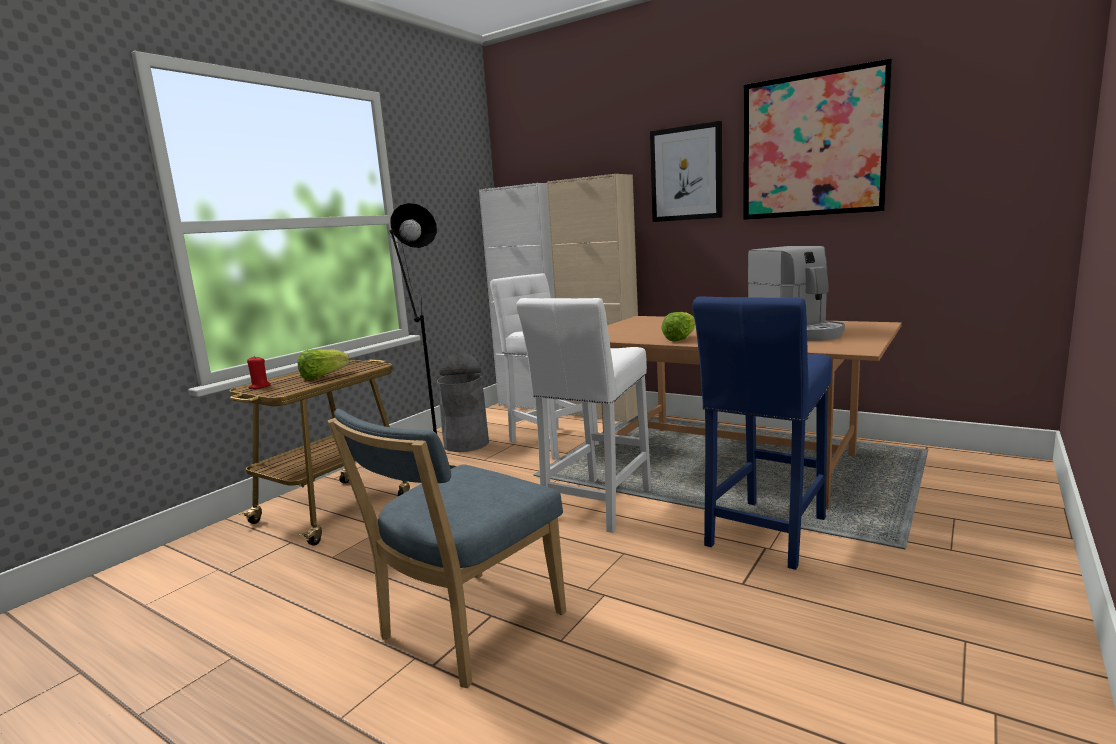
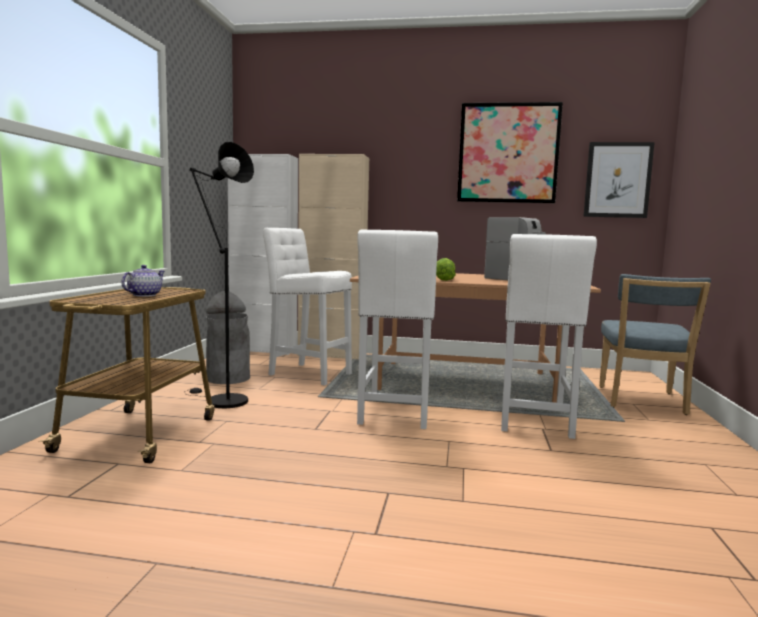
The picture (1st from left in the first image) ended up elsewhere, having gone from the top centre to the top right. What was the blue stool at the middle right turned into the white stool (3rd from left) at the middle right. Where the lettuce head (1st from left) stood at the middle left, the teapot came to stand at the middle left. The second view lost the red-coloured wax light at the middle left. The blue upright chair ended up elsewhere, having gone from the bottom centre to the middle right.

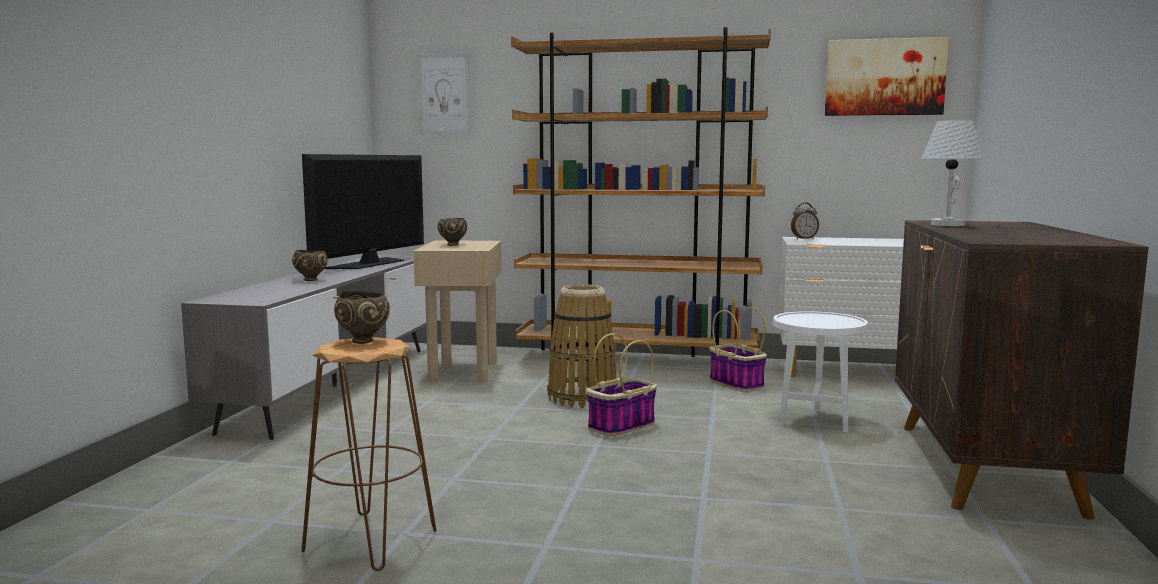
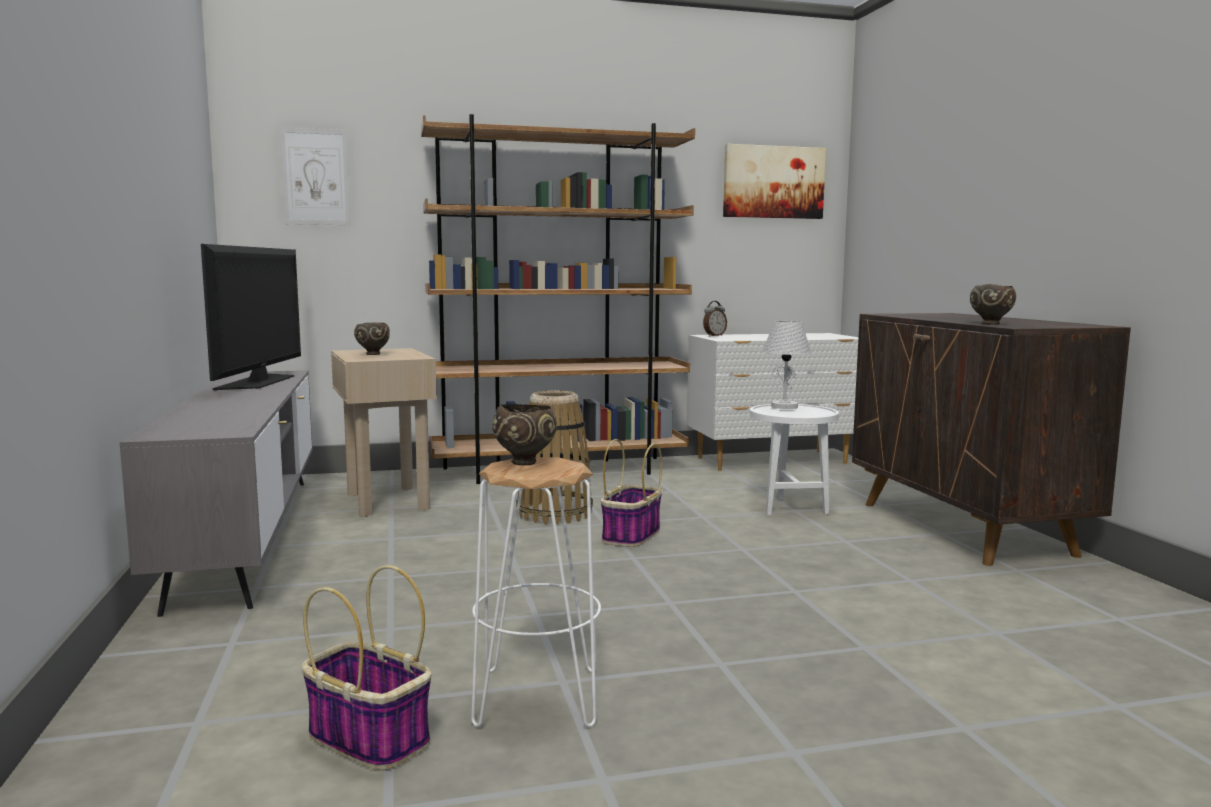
The white lamp for a table ended up elsewhere, having gone from the top right to the centre. The brown serving bowl (1st from left in the first image) ended up elsewhere, having gone from the middle left to the middle right. The household basket (3rd from left in the first image) ended up elsewhere, having gone from the centre to the bottom left. What was the brown stool at the bottom left turned into the white stool at the bottom centre.

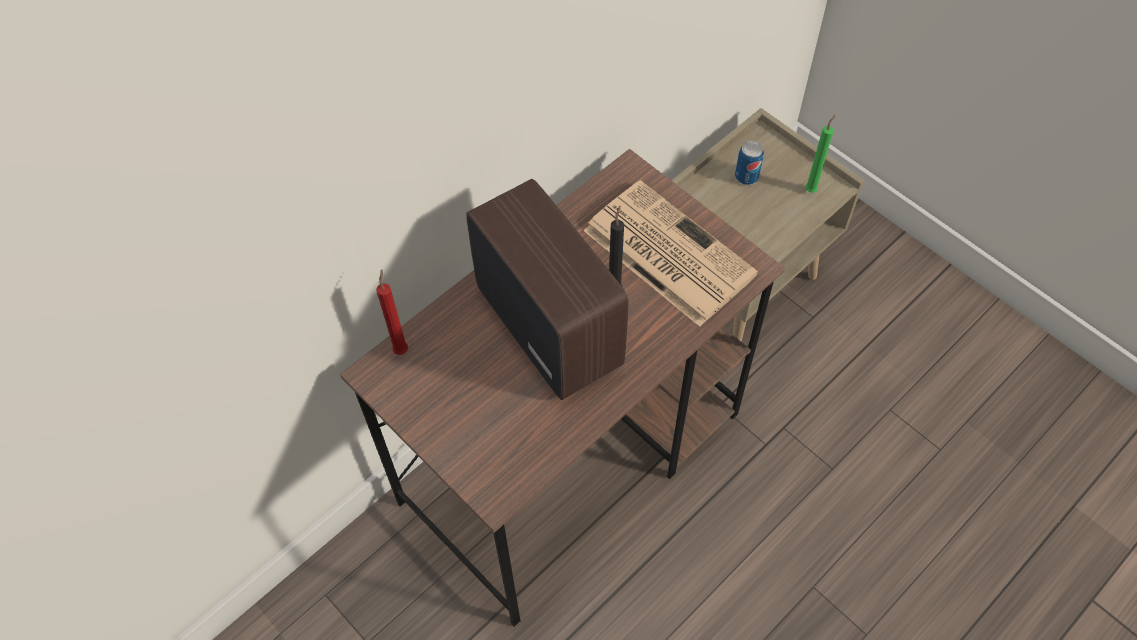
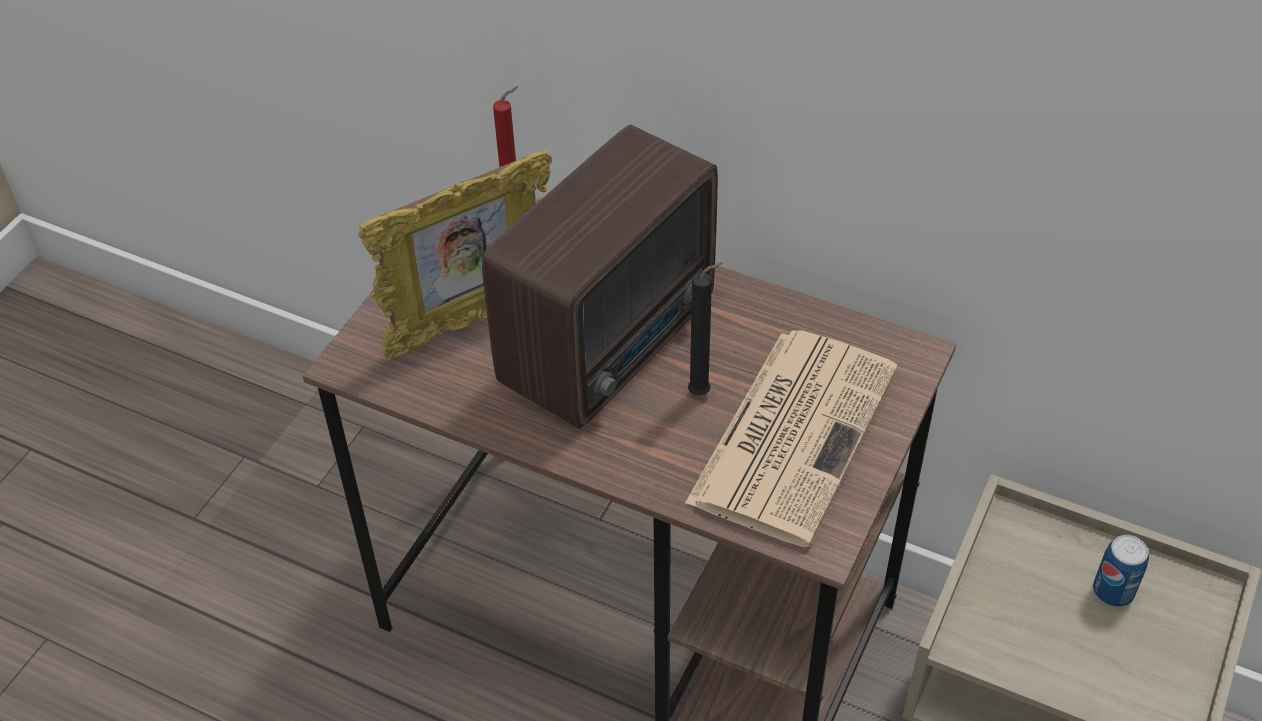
The second view lost the greenish wax light at the top right. The second view gained the photo frame at the centre.

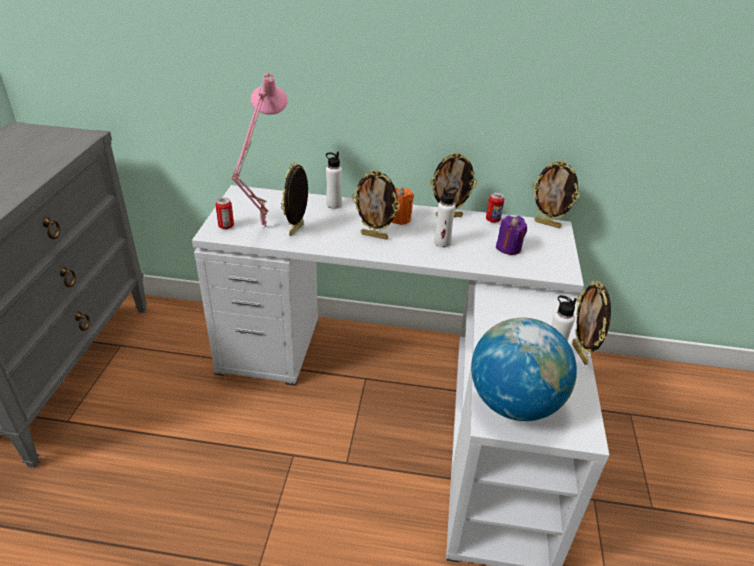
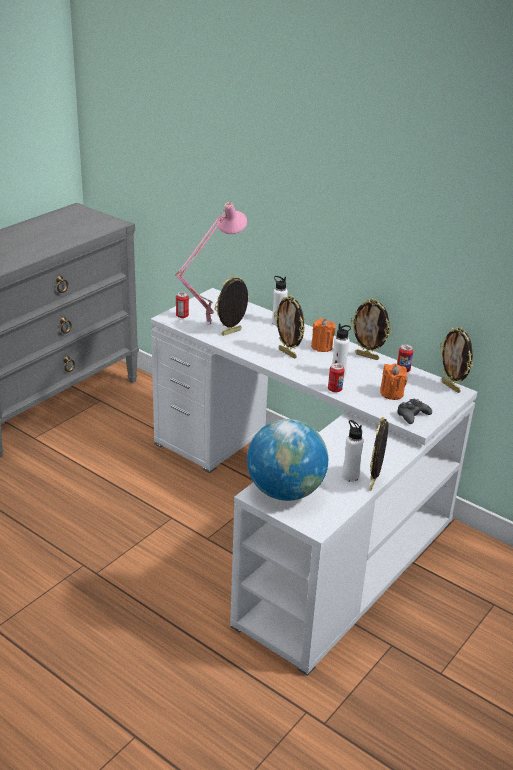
What was the purple wax light at the middle right turned into the orange-coloured wax light (2nd from left) at the middle right. The second view gained the can (2nd from left) at the centre. The second view gained the black-coloured joypad at the middle right.

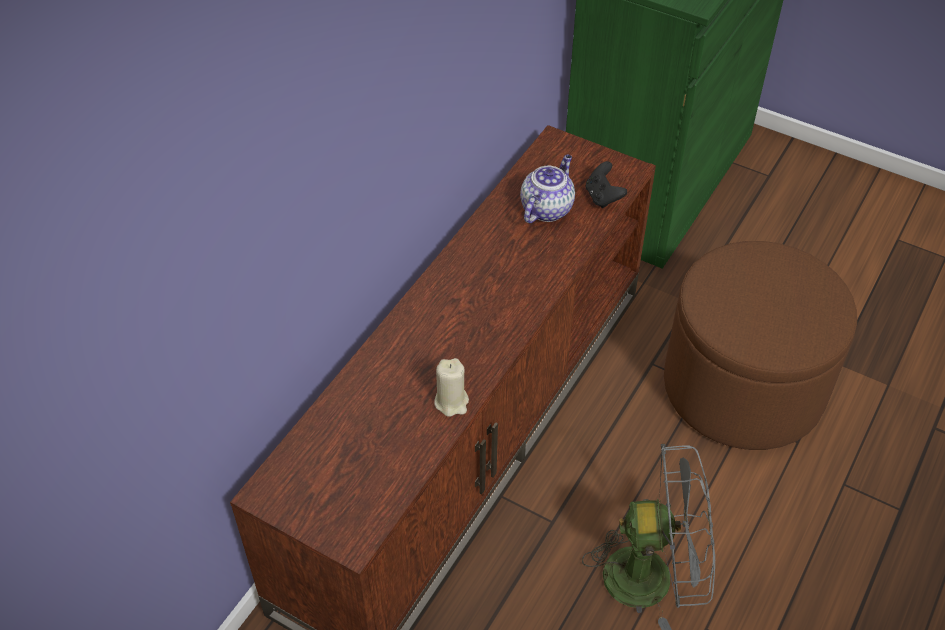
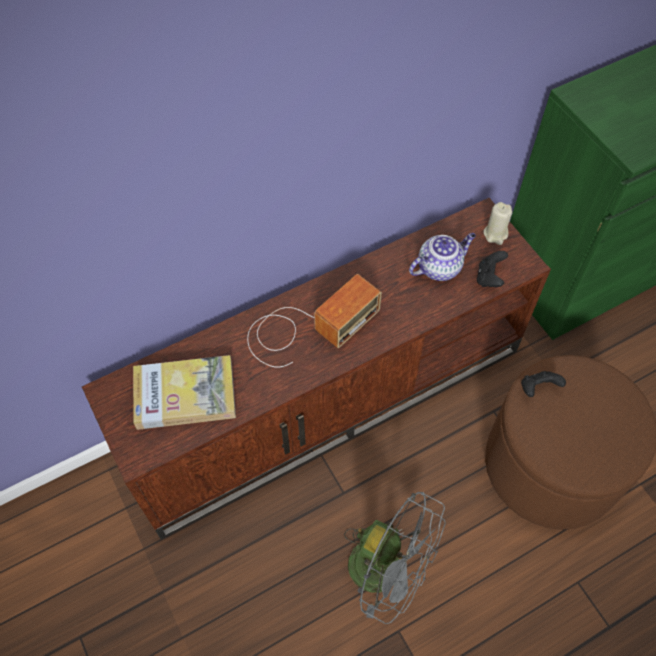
The beige wax light ended up elsewhere, having gone from the centre to the middle right. The second view gained the radio at the centre. The second view gained the volume at the middle left. The second view gained the black-coloured joypad (2nd from left) at the middle right.

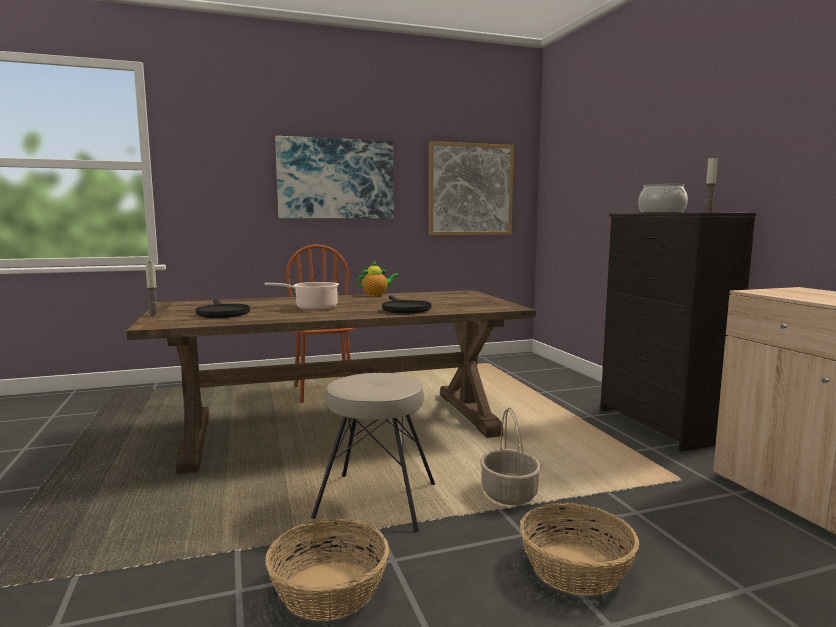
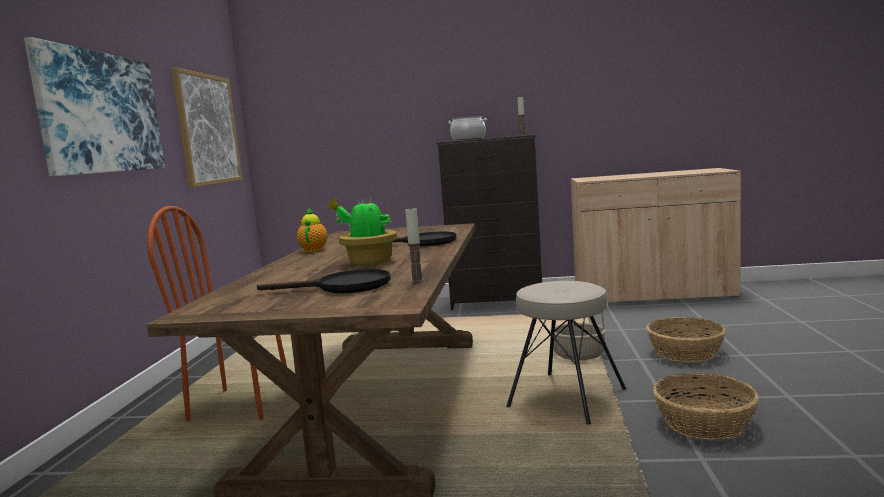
The wax light (1st from left) ended up elsewhere, having gone from the middle left to the centre. Where the cooking pot (1st from left) stood at the centre, the houseplant came to stand at the centre.

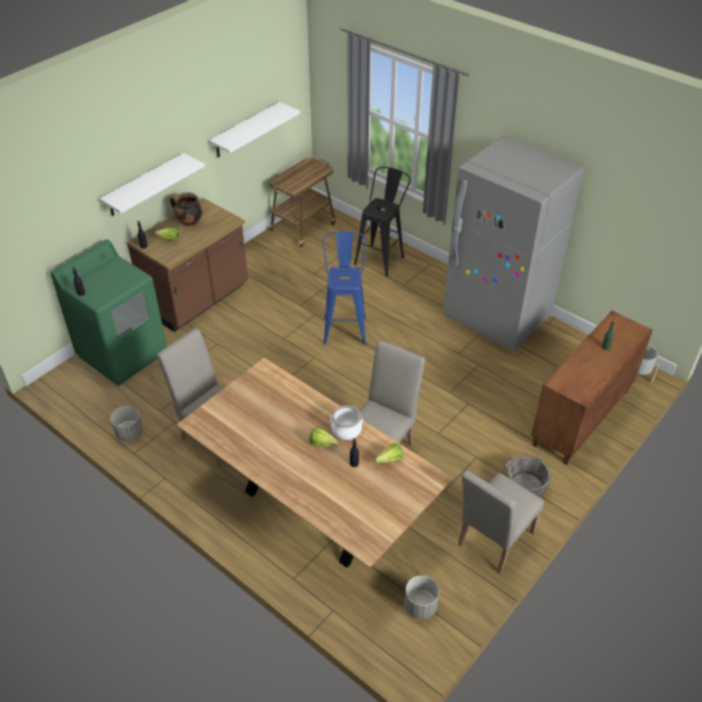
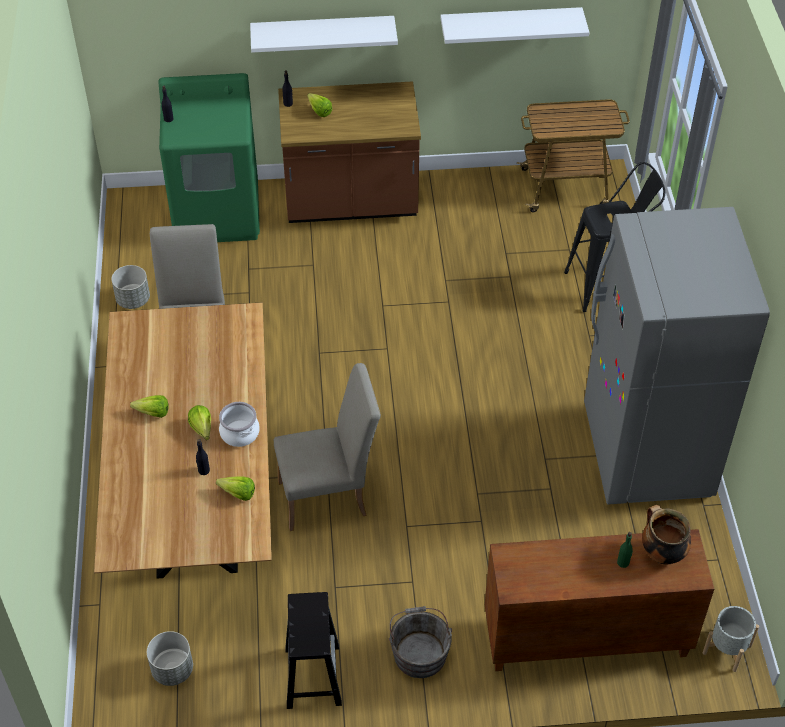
The cooking pot (1st from left in the first image) ended up elsewhere, having gone from the top left to the bottom right. The second view lost the blue stool at the centre. Where the beige upright chair (3rd from left) stood at the bottom right, the black-coloured stool (1st from left) came to stand at the bottom centre. The second view gained the lettuce head (1st from left) at the middle left.

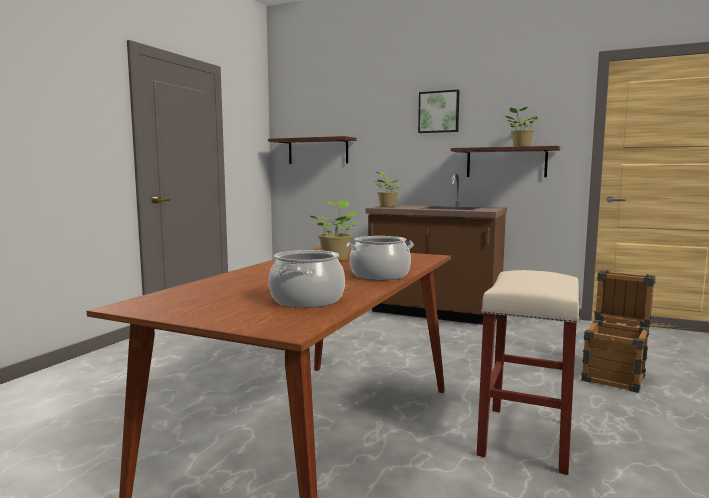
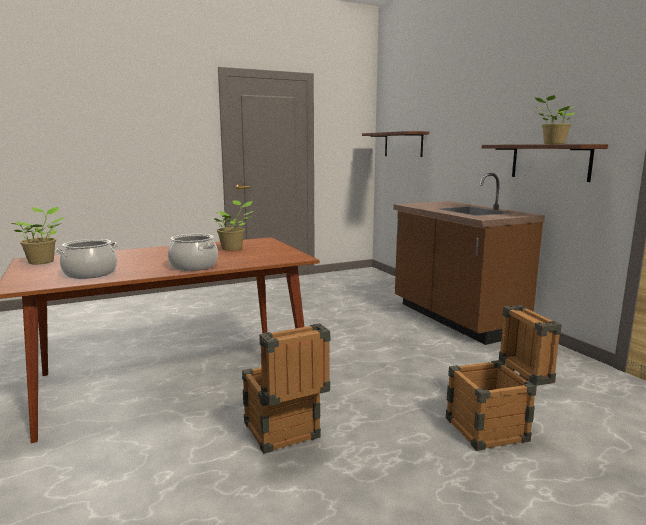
The second view lost the picture at the top centre. The houseplant (2nd from left in the first image) ended up elsewhere, having gone from the centre to the middle left. Where the beige stool stood at the bottom right, the shipping crate (1st from left) came to stand at the bottom centre.

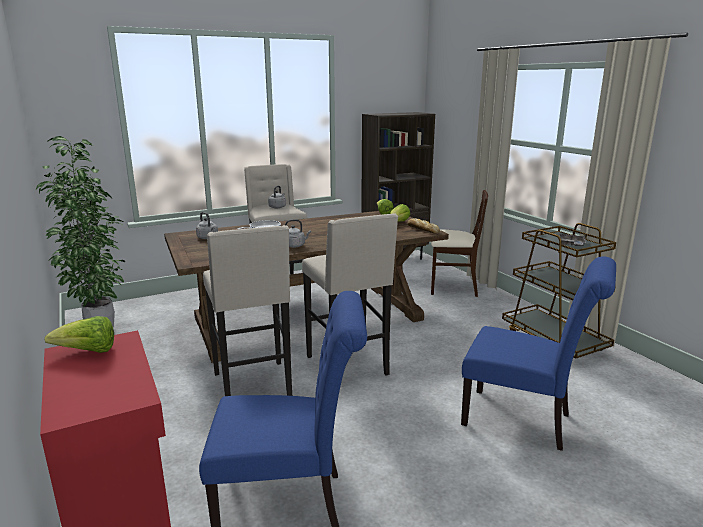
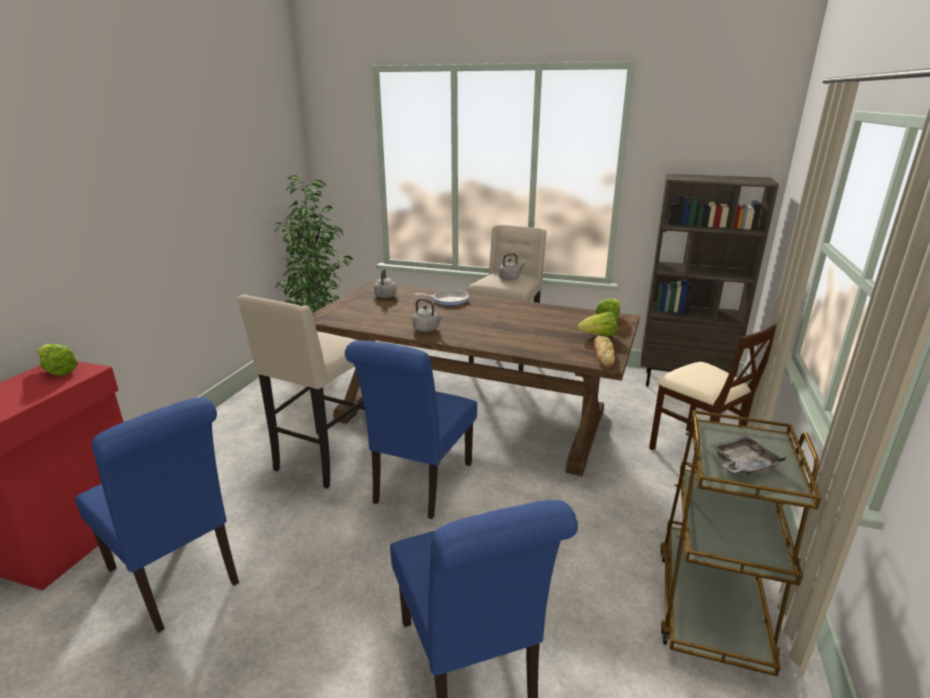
Where the beige stool (3rd from left) stood at the centre, the blue upright chair (2nd from left) came to stand at the centre.

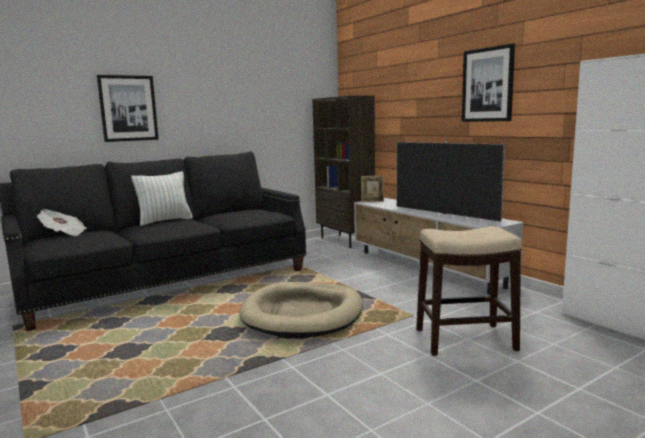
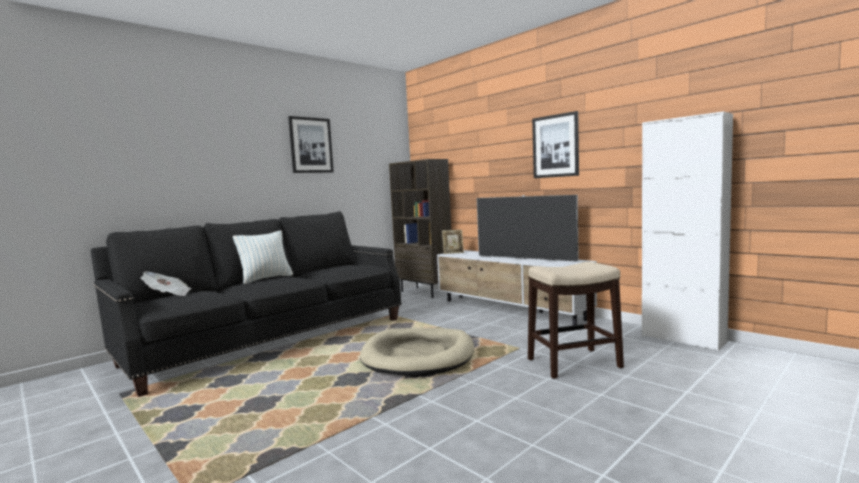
The picture (1st from left) ended up elsewhere, having gone from the top left to the top centre.

